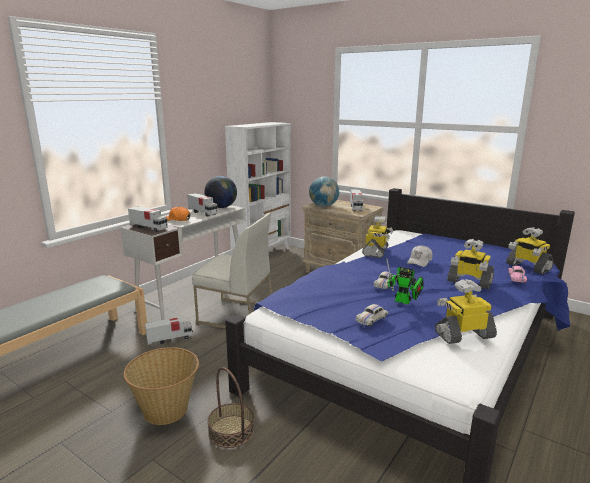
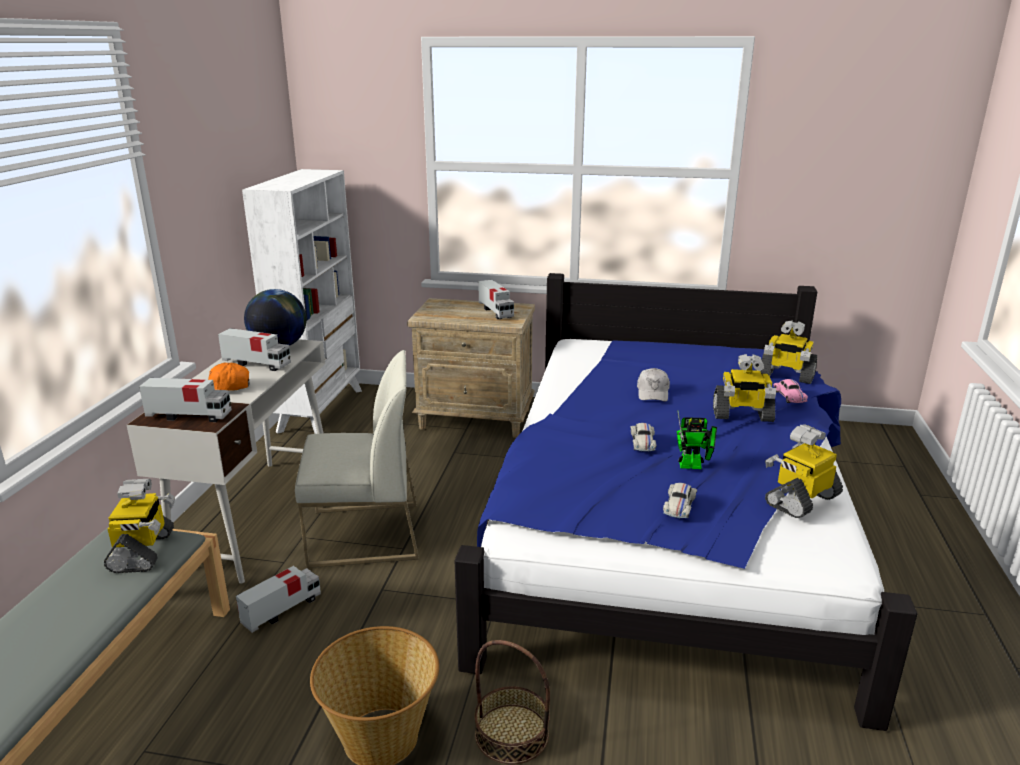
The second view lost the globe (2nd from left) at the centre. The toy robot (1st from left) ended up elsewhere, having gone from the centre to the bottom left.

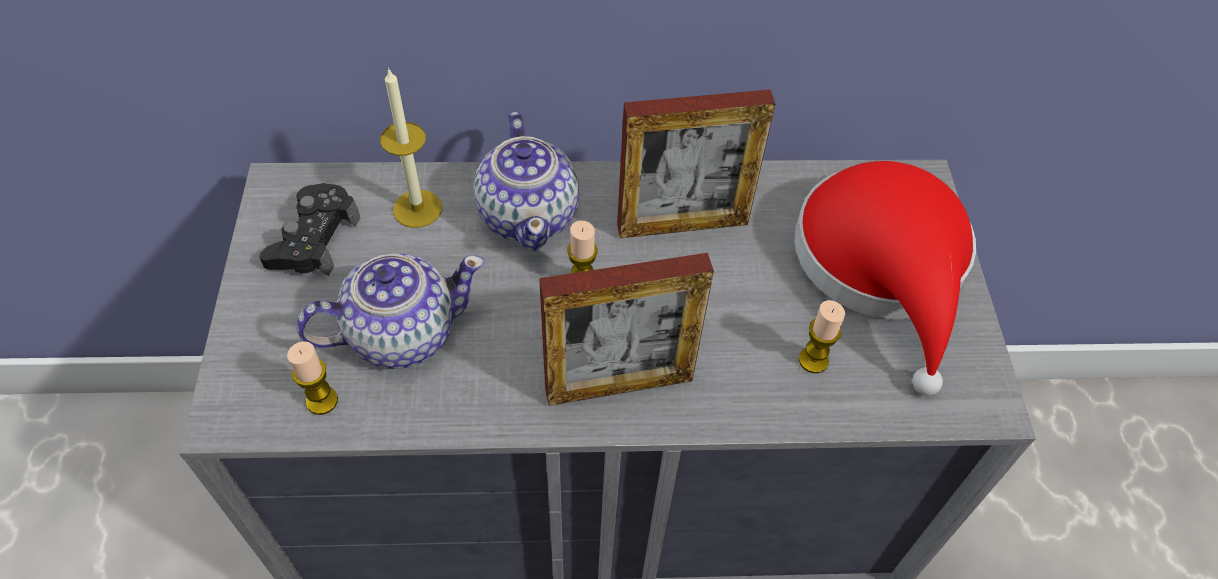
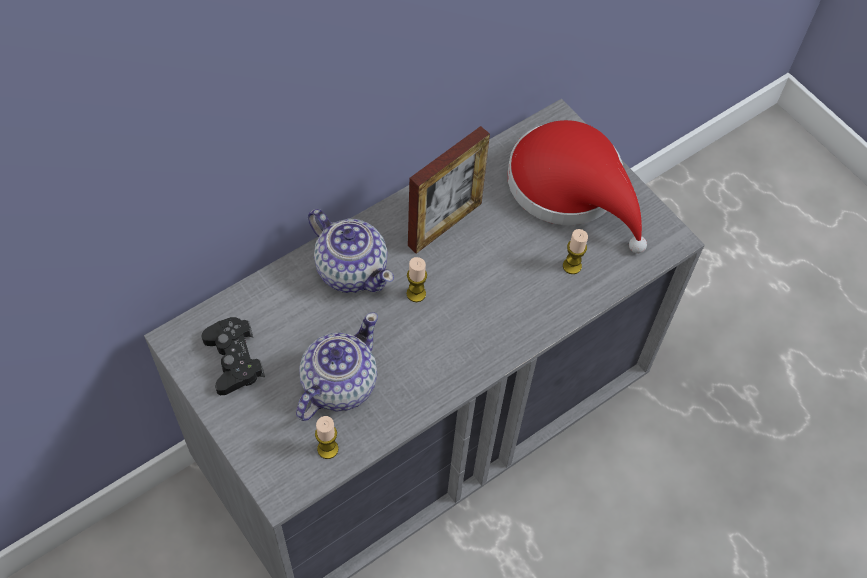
The second view lost the wax light (2nd from left) at the top centre. The second view lost the photo frame (1st from left) at the centre.

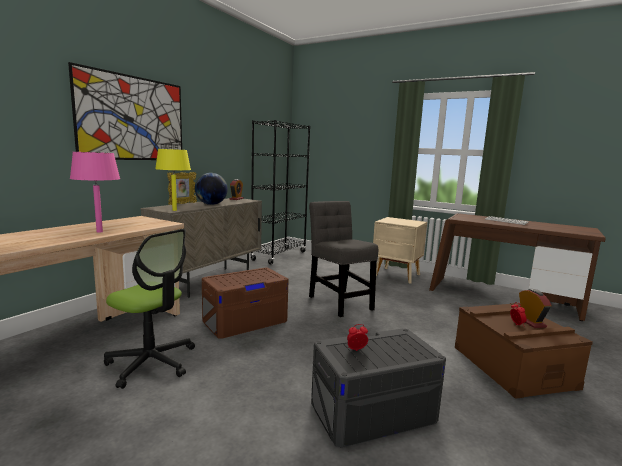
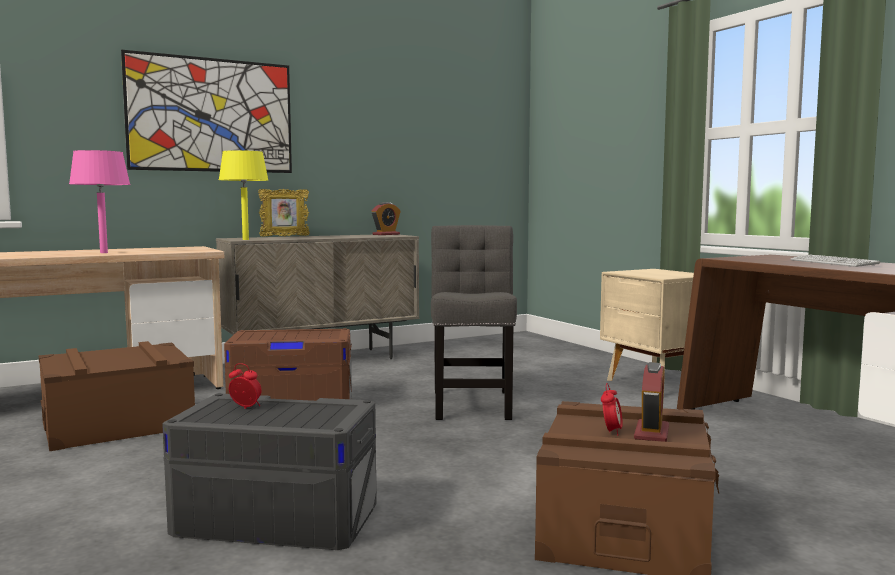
The second view lost the black-coloured bookshelf at the centre. The second view lost the globe at the centre. Where the desk chair stood at the middle left, the brown storage container (1st from left) came to stand at the bottom left.

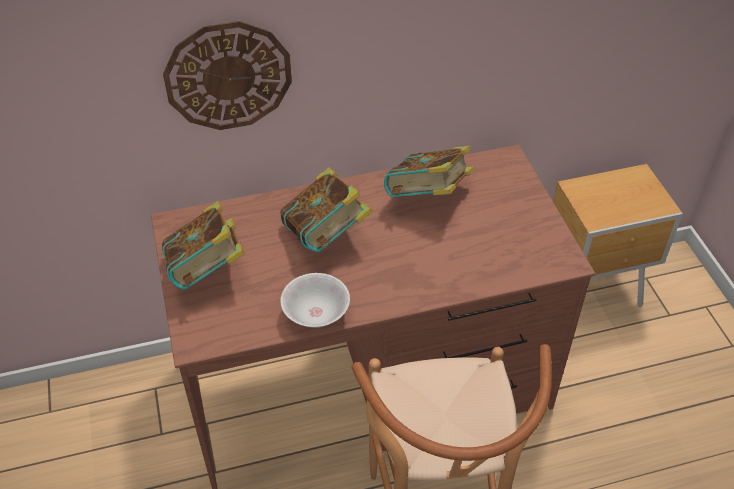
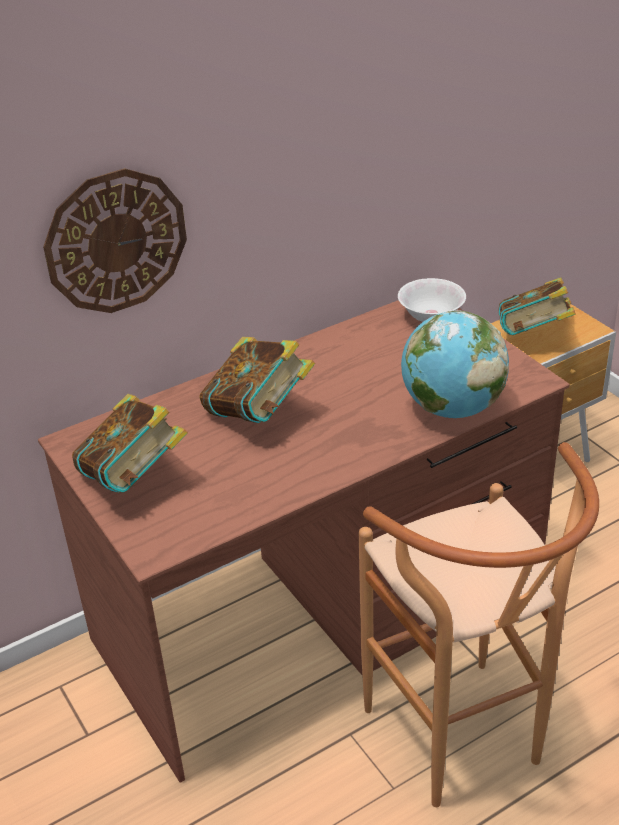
The volume (3rd from left) ended up elsewhere, having gone from the centre to the middle right. The white serving bowl ended up elsewhere, having gone from the centre to the middle right. The second view gained the globe at the middle right.

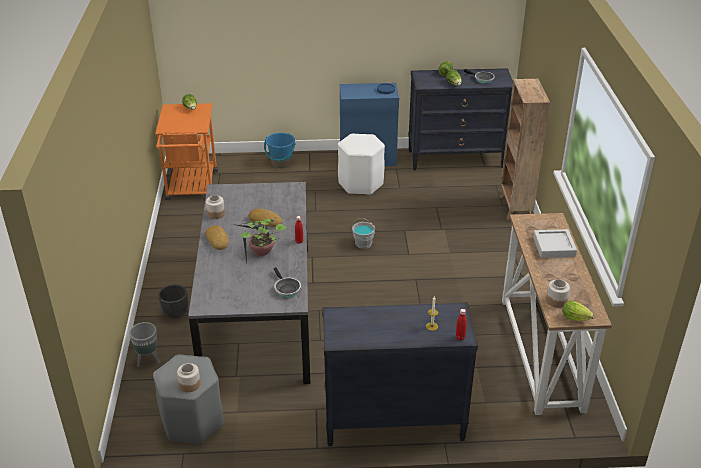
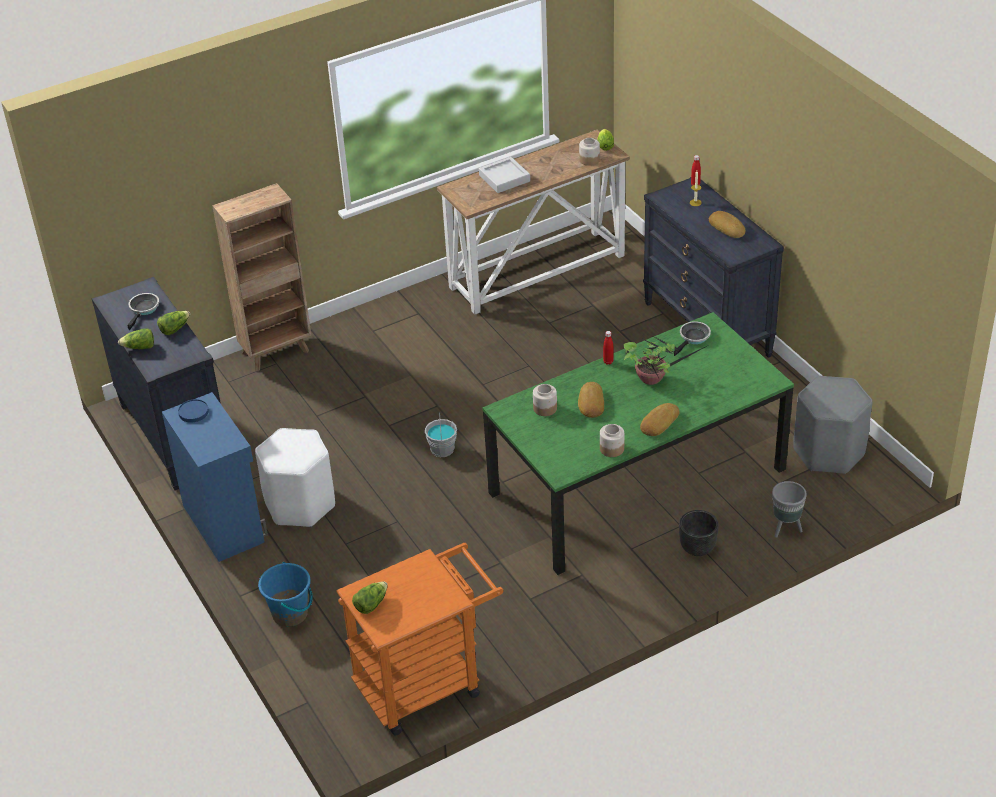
What was the greyish dining table at the centre turned into the greenish dining table at the centre. The storage jar (1st from left) ended up elsewhere, having gone from the bottom left to the centre. The second view gained the baked bread (3rd from left) at the top right.

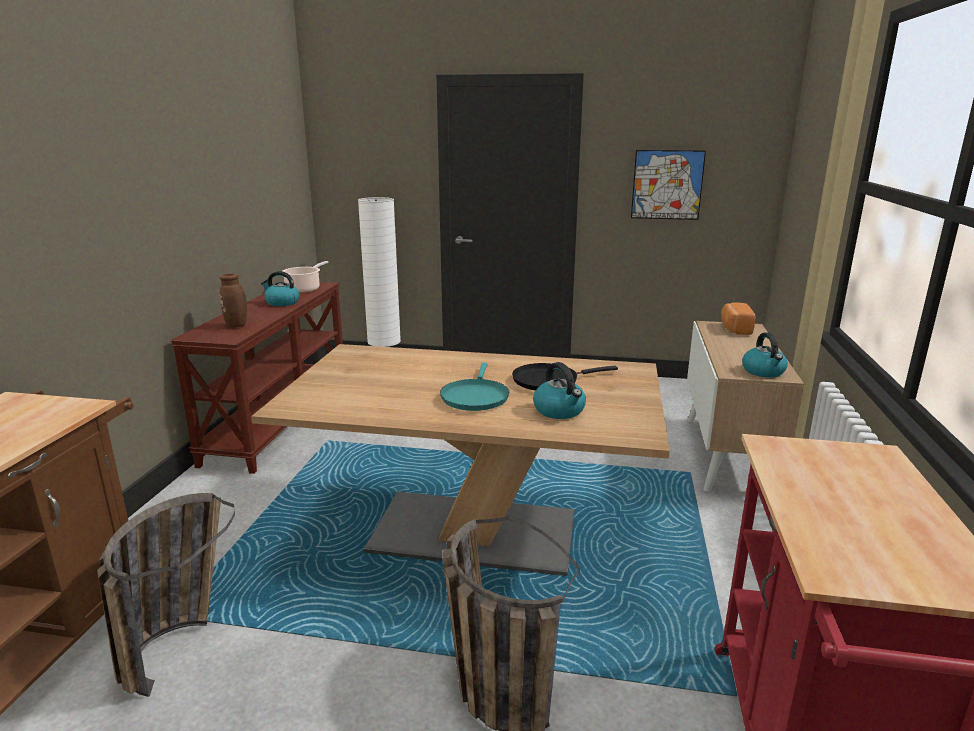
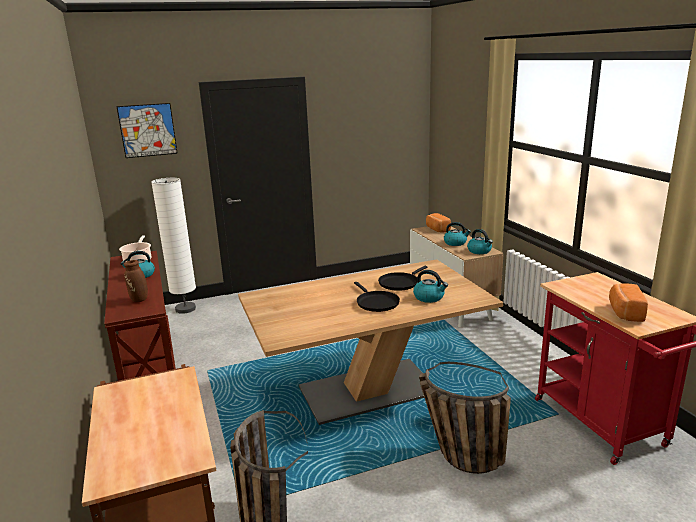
The picture ended up elsewhere, having gone from the top right to the top left. What was the turquoise pan at the centre turned into the black-coloured pan (1st from left) at the centre. The second view gained the water kettle (3rd from left) at the centre. The second view gained the baked bread (2nd from left) at the middle right.

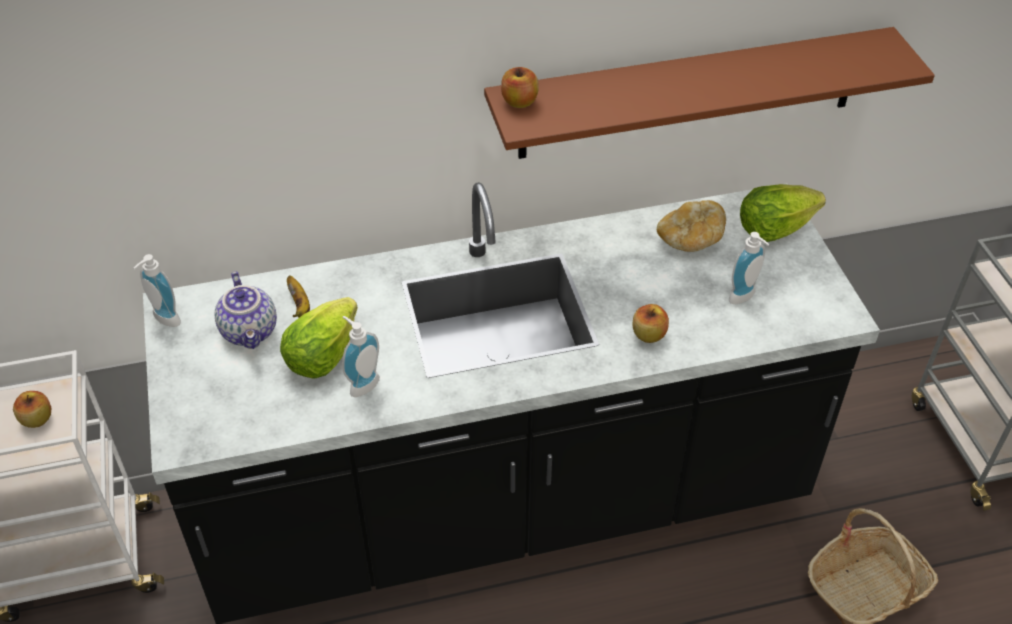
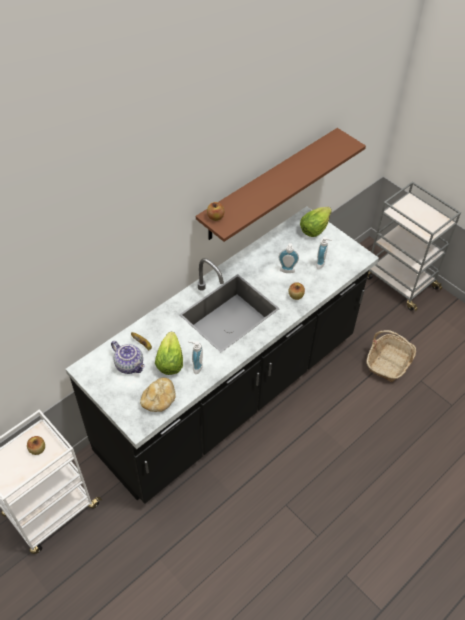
The baked bread ended up elsewhere, having gone from the middle right to the centre. The soap bottle (1st from left in the first image) ended up elsewhere, having gone from the middle left to the centre.

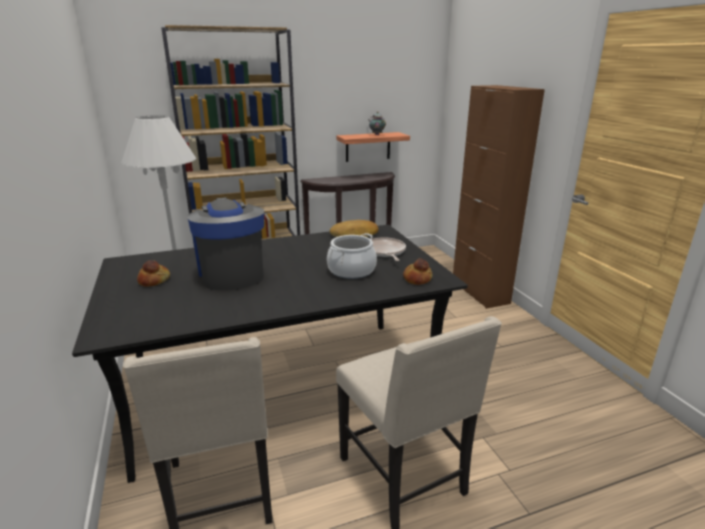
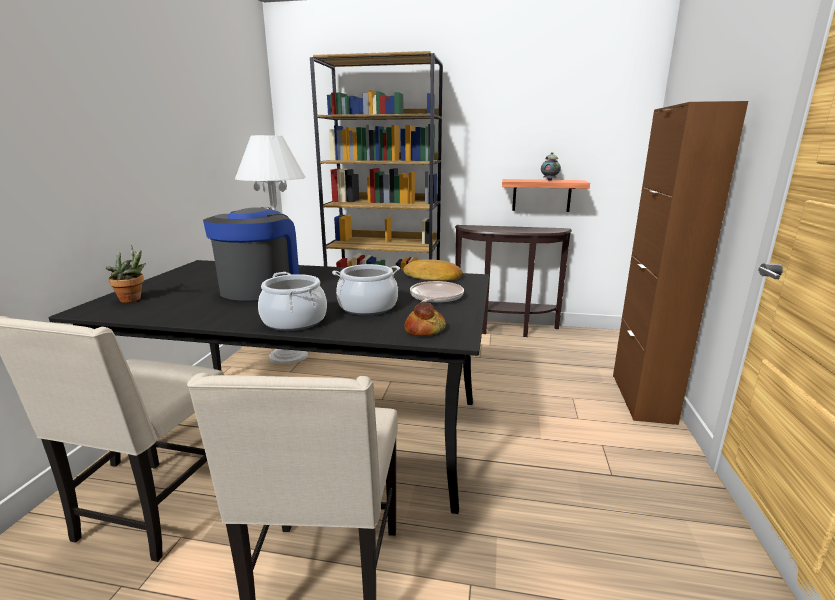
The second view lost the baked bread (1st from left) at the middle left. The second view gained the houseplant at the middle left. The second view gained the cooking pot (1st from left) at the centre.

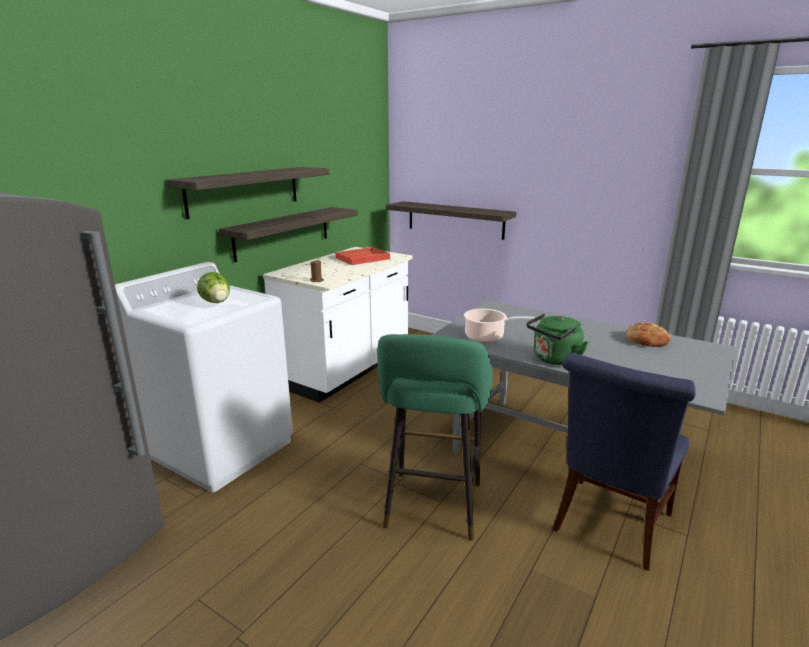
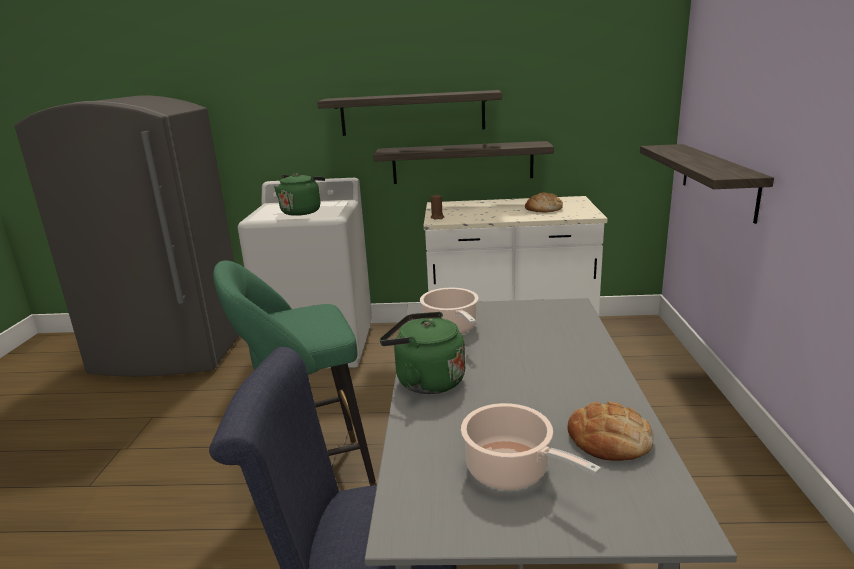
Where the red-coloured carrying tray stood at the centre, the baked bread (1st from left) came to stand at the centre. Where the lettuce head stood at the middle left, the greenish water kettle (1st from left) came to stand at the centre. The second view gained the cooking pot (2nd from left) at the bottom centre.

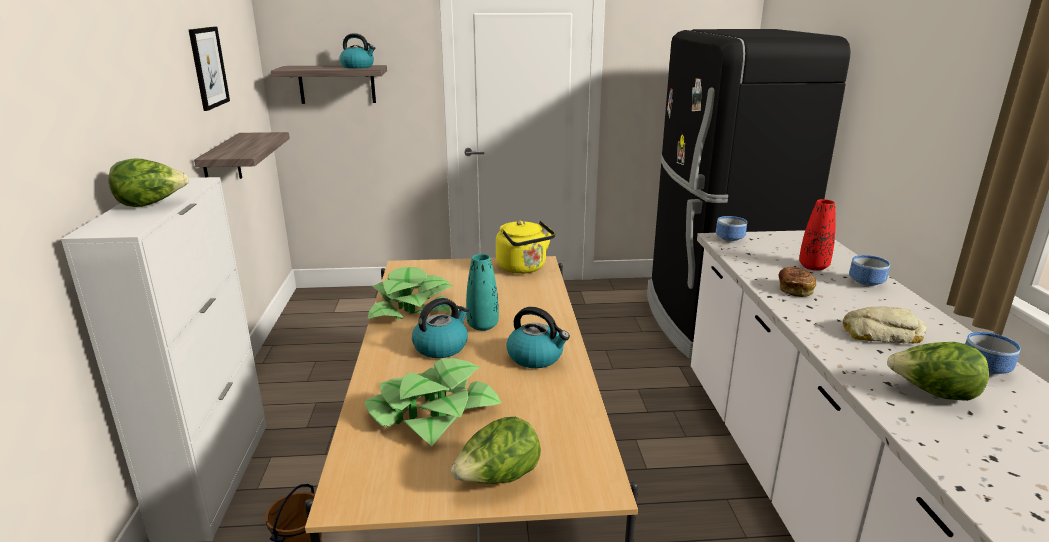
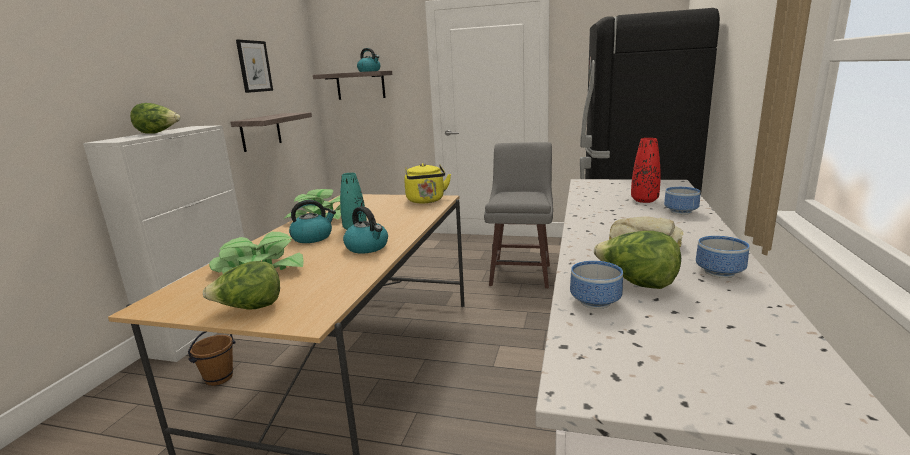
The serving bowl (1st from left) ended up elsewhere, having gone from the middle right to the centre. The second view lost the baked bread (1st from left) at the middle right. The second view gained the greyish stool at the centre.

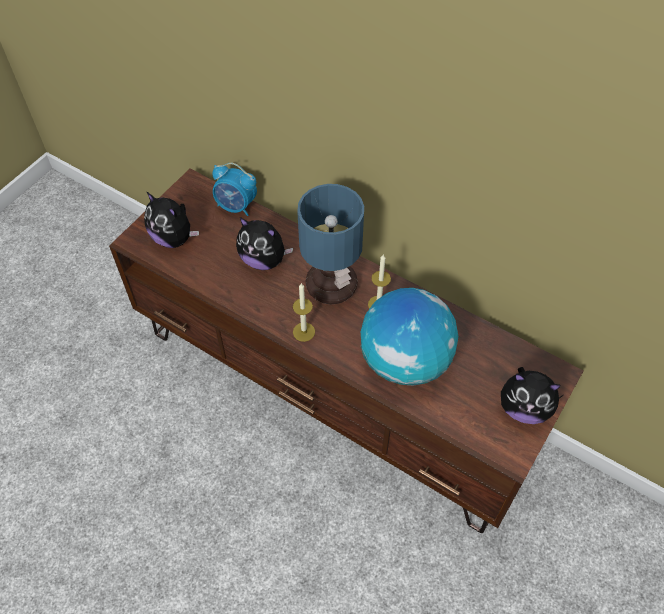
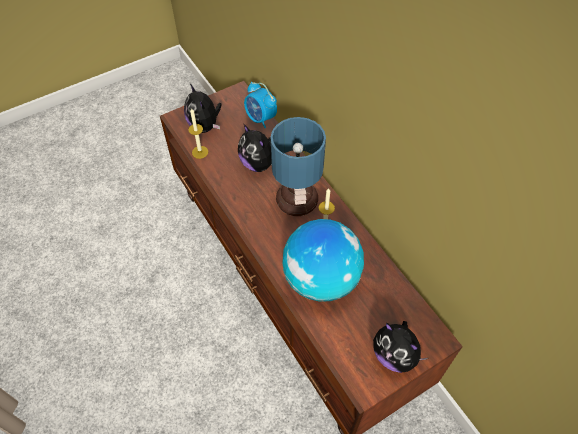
The wax light (1st from left) ended up elsewhere, having gone from the centre to the top centre.

